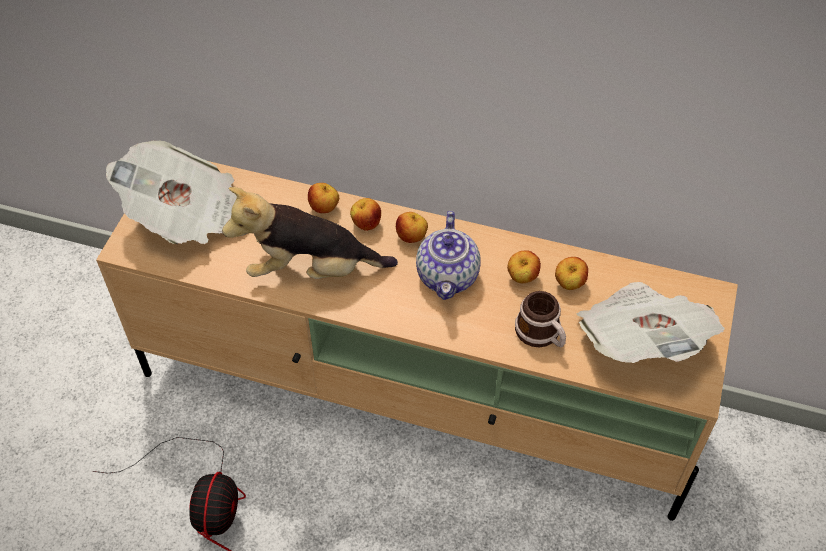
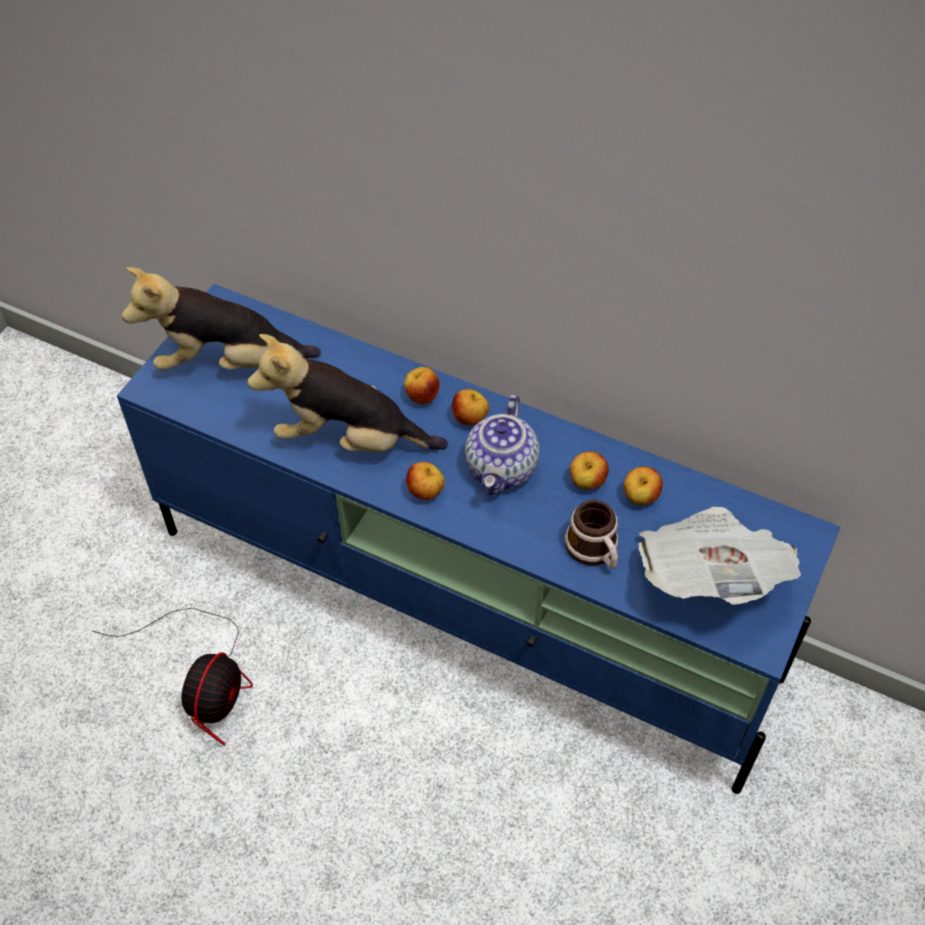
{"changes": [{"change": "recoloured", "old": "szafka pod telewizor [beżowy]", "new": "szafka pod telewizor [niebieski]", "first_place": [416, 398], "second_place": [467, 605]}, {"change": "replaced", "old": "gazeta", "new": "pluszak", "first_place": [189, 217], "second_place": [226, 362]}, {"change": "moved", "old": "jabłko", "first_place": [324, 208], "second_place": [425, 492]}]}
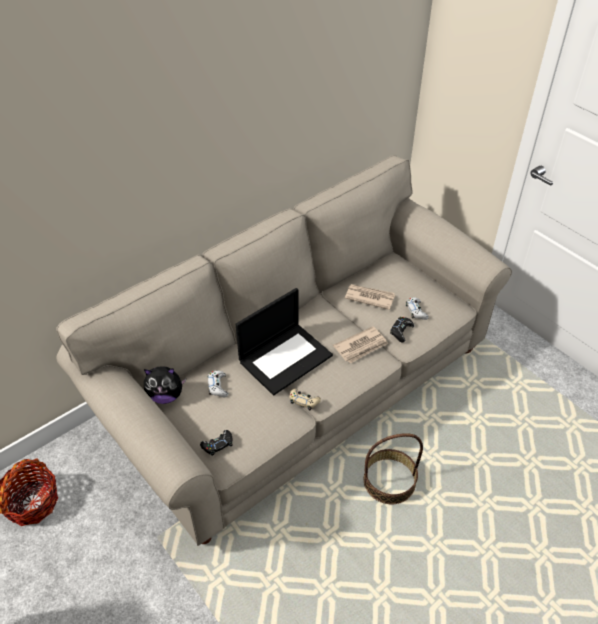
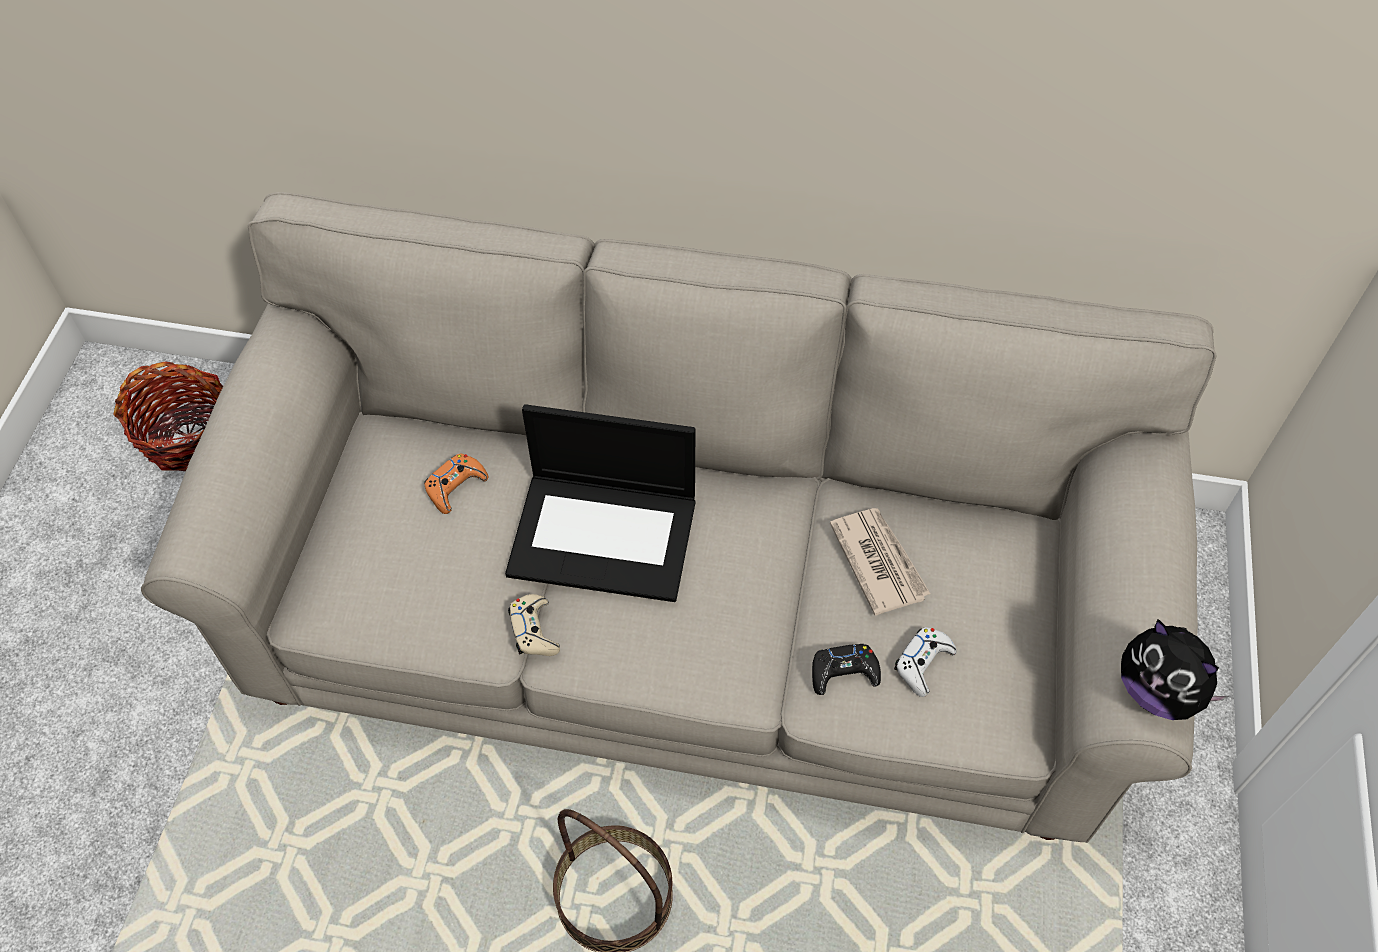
{"changes": [{"change": "moved", "old": "pluszak", "first_place": [166, 396], "second_place": [1157, 691]}, {"change": "removed", "old": "pad do gier [czarny]", "first_place": [217, 445]}, {"change": "recoloured", "old": "pad do gier [biały]", "new": "pad do gier [pomarańczowy]", "first_place": [218, 386], "second_place": [455, 487]}, {"change": "removed", "old": "gazeta", "first_place": [361, 346]}]}
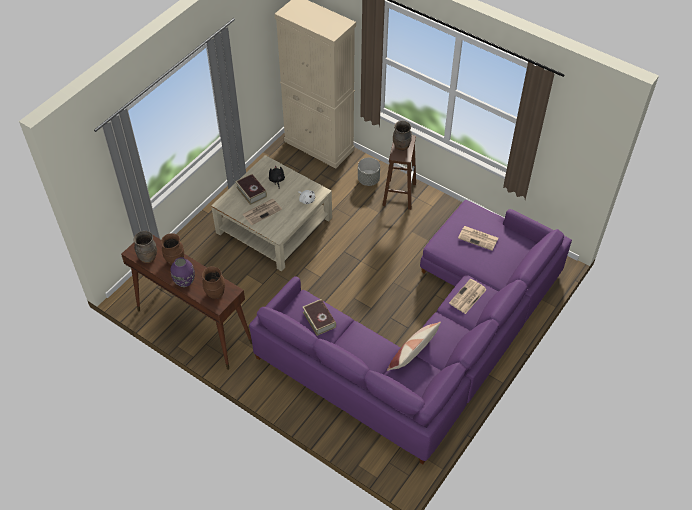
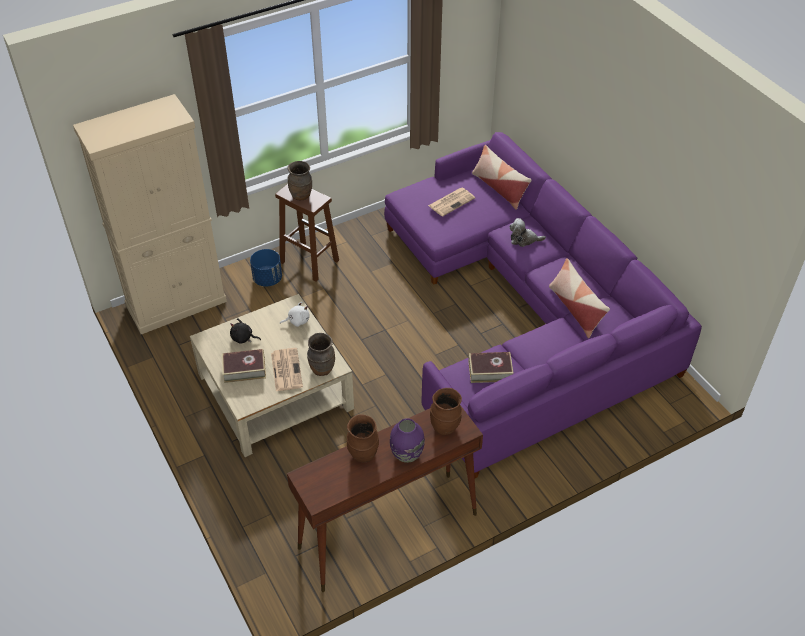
{"changes": [{"change": "moved", "old": "wazon [brązowy]", "first_place": [148, 257], "second_place": [322, 369]}, {"change": "recoloured", "old": "donica [szary]", "new": "donica [niebieski]", "first_place": [368, 179], "second_place": [267, 279]}, {"change": "replaced", "old": "gazeta", "new": "pluszak", "first_place": [467, 297], "second_place": [524, 239]}, {"change": "added", "new": "poduszka", "second_place": [499, 188]}]}
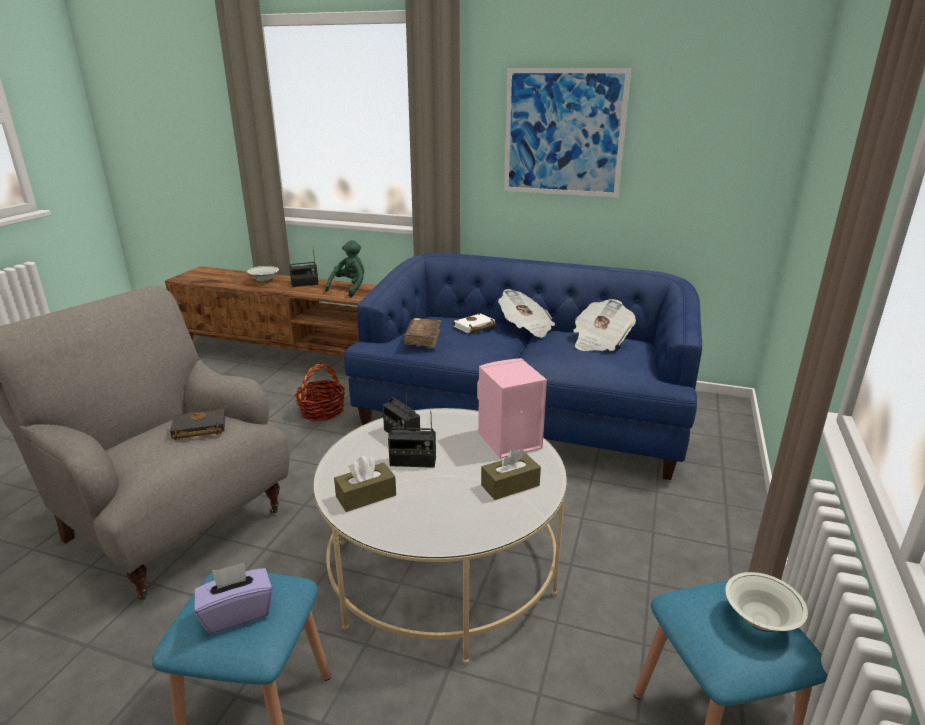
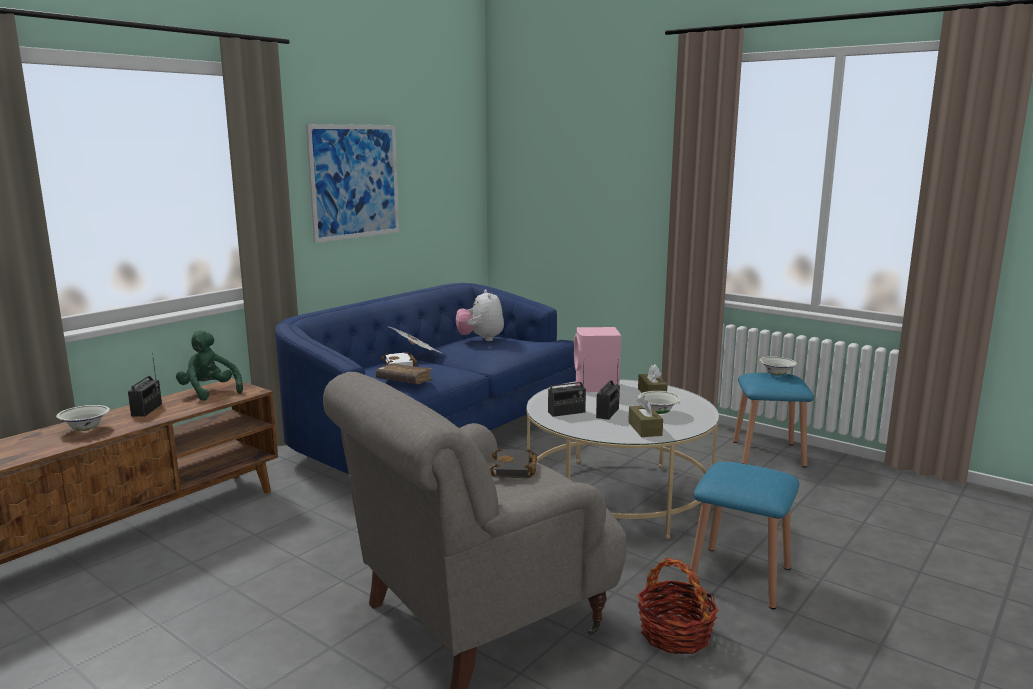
{"changes": [{"change": "removed", "old": "pudełko chusteczek [fioletowy]", "first_place": [237, 613]}, {"change": "moved", "old": "koszyk", "first_place": [322, 411], "second_place": [675, 634]}, {"change": "replaced", "old": "gazeta", "new": "pluszak", "first_place": [599, 342], "second_place": [480, 339]}, {"change": "added", "new": "miska [biały]", "second_place": [658, 413]}]}
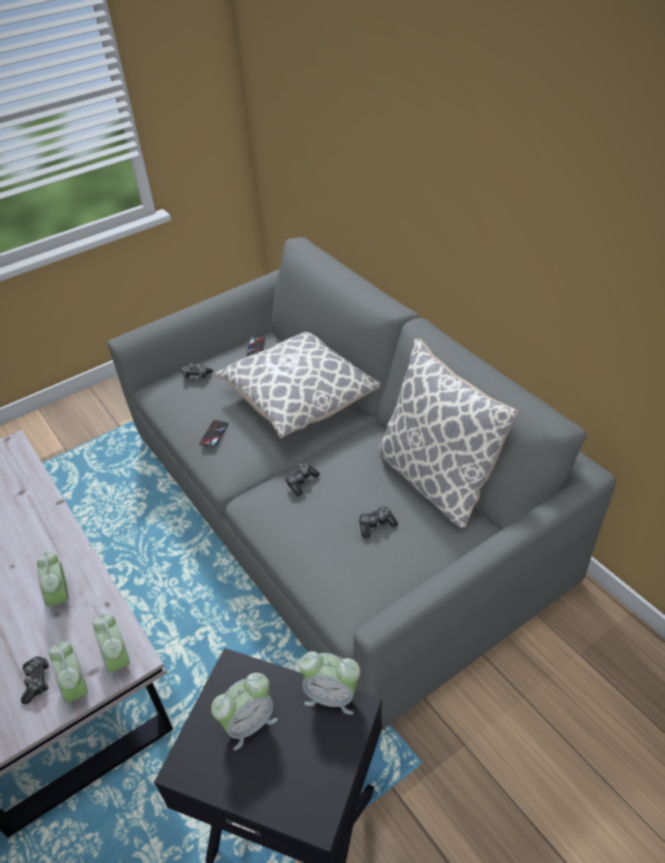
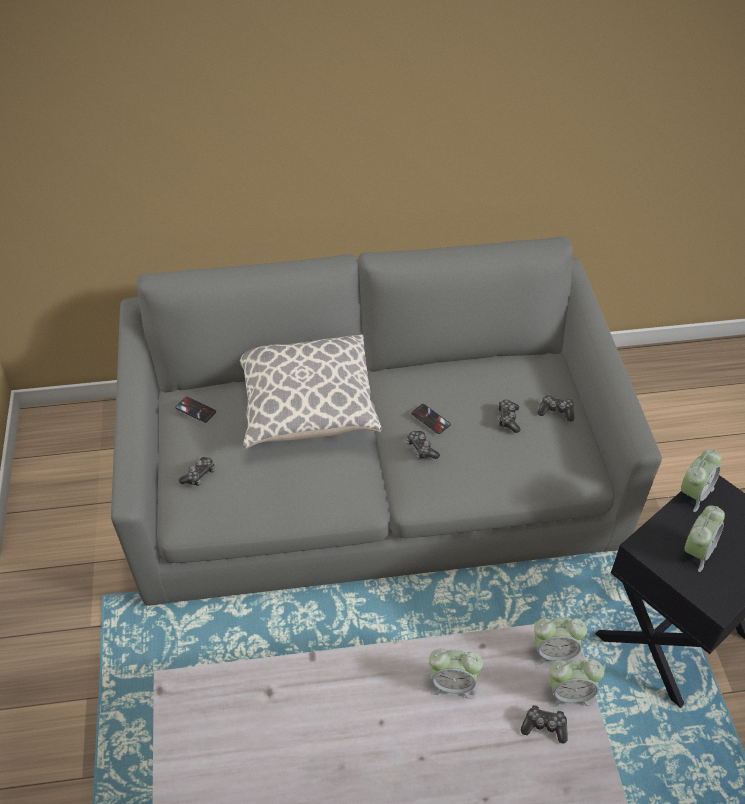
{"changes": [{"change": "moved", "old": "telefon", "first_place": [214, 434], "second_place": [430, 419]}, {"change": "turned", "old": "budzik", "first_place": [248, 723], "second_place": [697, 551], "degrees": 45}, {"change": "removed", "old": "poduszka", "first_place": [435, 478]}, {"change": "added", "new": "pad do gier", "second_place": [556, 411]}]}
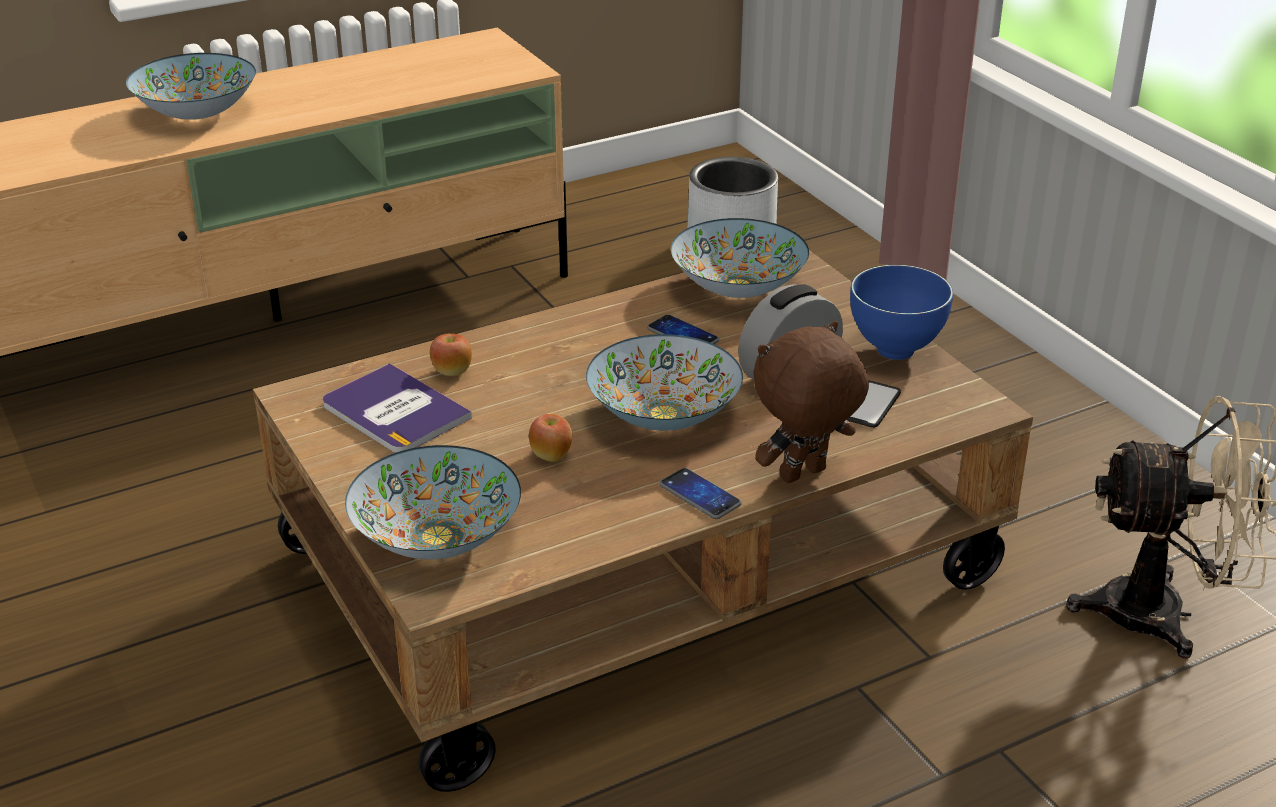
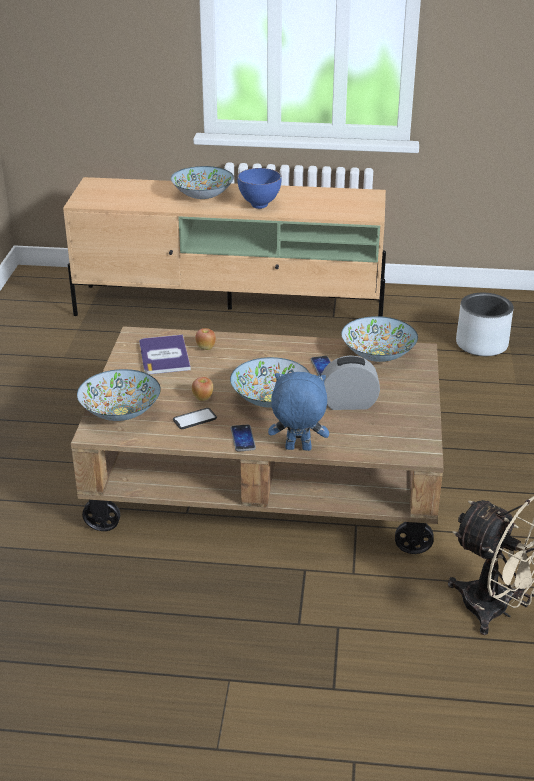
{"changes": [{"change": "recoloured", "old": "pluszak [brązowy]", "new": "pluszak [niebieski]", "first_place": [803, 476], "second_place": [297, 449]}, {"change": "moved", "old": "telefon", "first_place": [871, 405], "second_place": [194, 419]}, {"change": "moved", "old": "miska [niebieski]", "first_place": [892, 351], "second_place": [258, 205]}]}
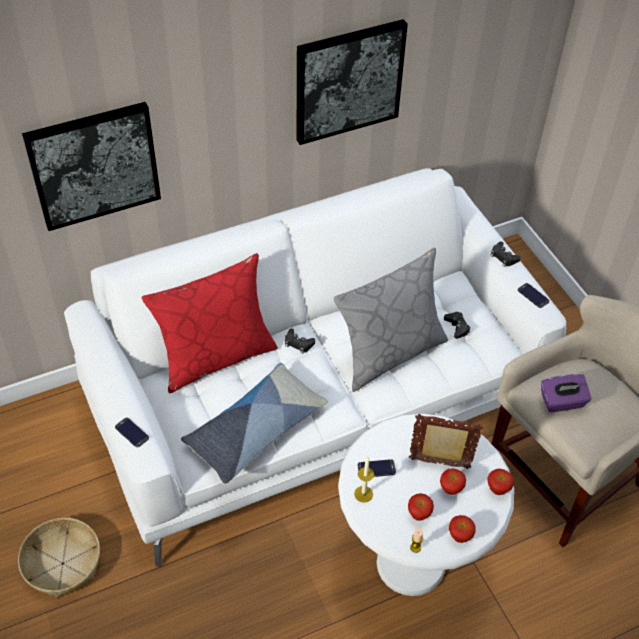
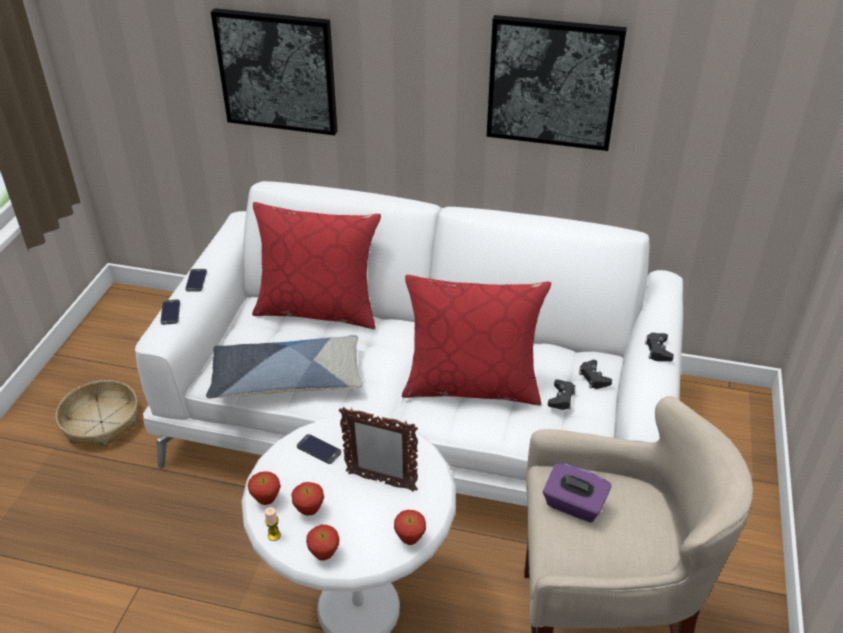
{"changes": [{"change": "moved", "old": "pad do gier [czarny]", "first_place": [298, 343], "second_place": [593, 378]}, {"change": "recoloured", "old": "poduszka [szary]", "new": "poduszka [czerwony]", "first_place": [389, 352], "second_place": [472, 385]}, {"change": "removed", "old": "świeca", "first_place": [363, 494]}, {"change": "turned", "old": "ramka na zdjęcie", "first_place": [440, 464], "second_place": [380, 481], "degrees": 150}, {"change": "moved", "old": "jabłko", "first_place": [450, 490], "second_place": [266, 500]}, {"change": "moved", "old": "telefon", "first_place": [533, 295], "second_place": [196, 280]}]}
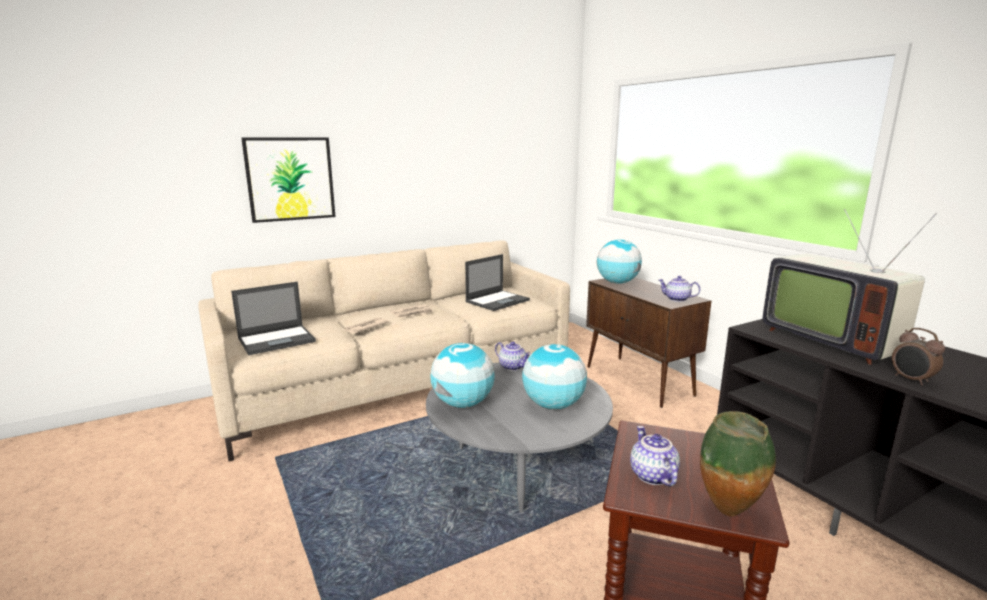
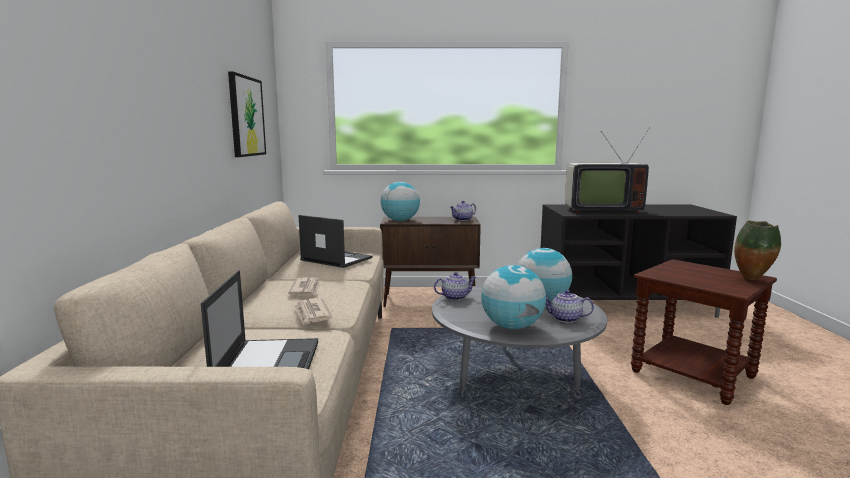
{"changes": [{"change": "moved", "old": "obraz", "first_place": [290, 179], "second_place": [246, 116]}, {"change": "turned", "old": "laptop", "first_place": [498, 301], "second_place": [335, 259], "degrees": -45}, {"change": "moved", "old": "imbryk", "first_place": [651, 475], "second_place": [565, 319]}, {"change": "removed", "old": "budzik", "first_place": [911, 380]}]}
